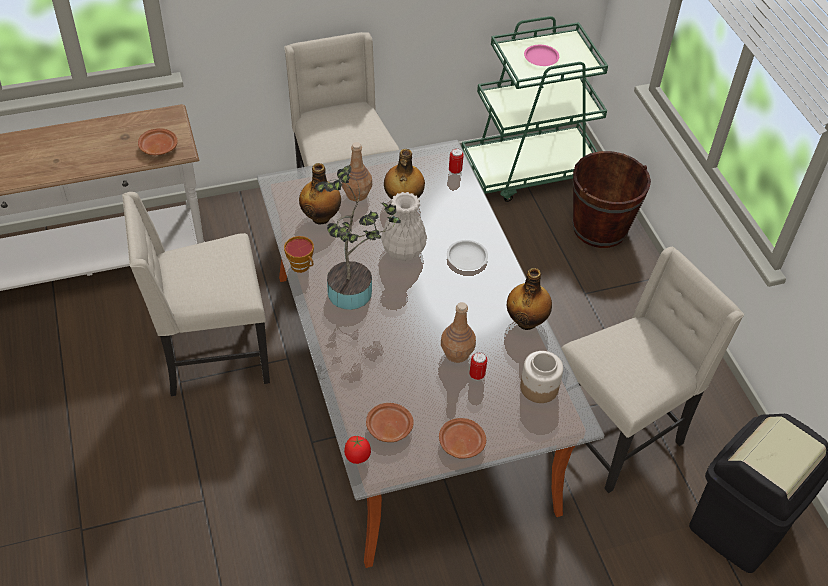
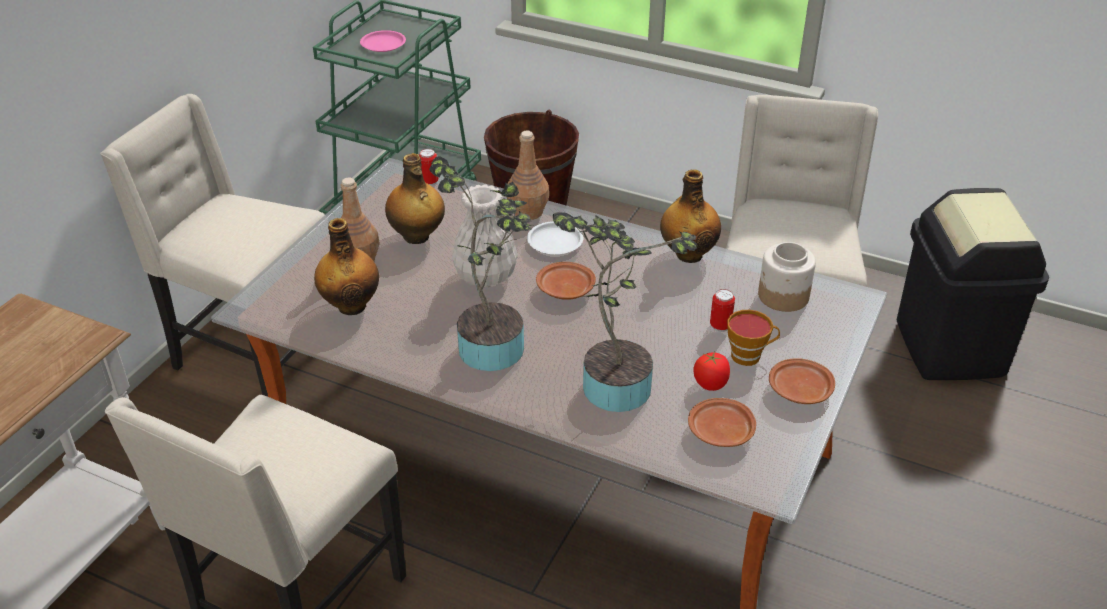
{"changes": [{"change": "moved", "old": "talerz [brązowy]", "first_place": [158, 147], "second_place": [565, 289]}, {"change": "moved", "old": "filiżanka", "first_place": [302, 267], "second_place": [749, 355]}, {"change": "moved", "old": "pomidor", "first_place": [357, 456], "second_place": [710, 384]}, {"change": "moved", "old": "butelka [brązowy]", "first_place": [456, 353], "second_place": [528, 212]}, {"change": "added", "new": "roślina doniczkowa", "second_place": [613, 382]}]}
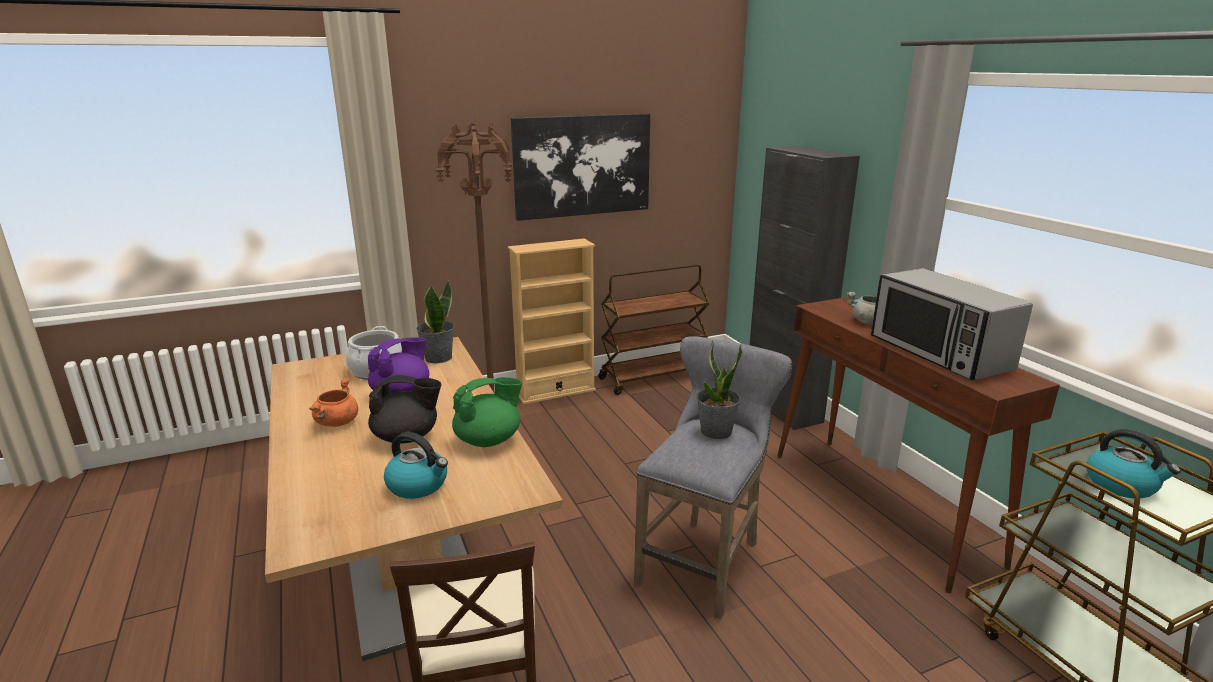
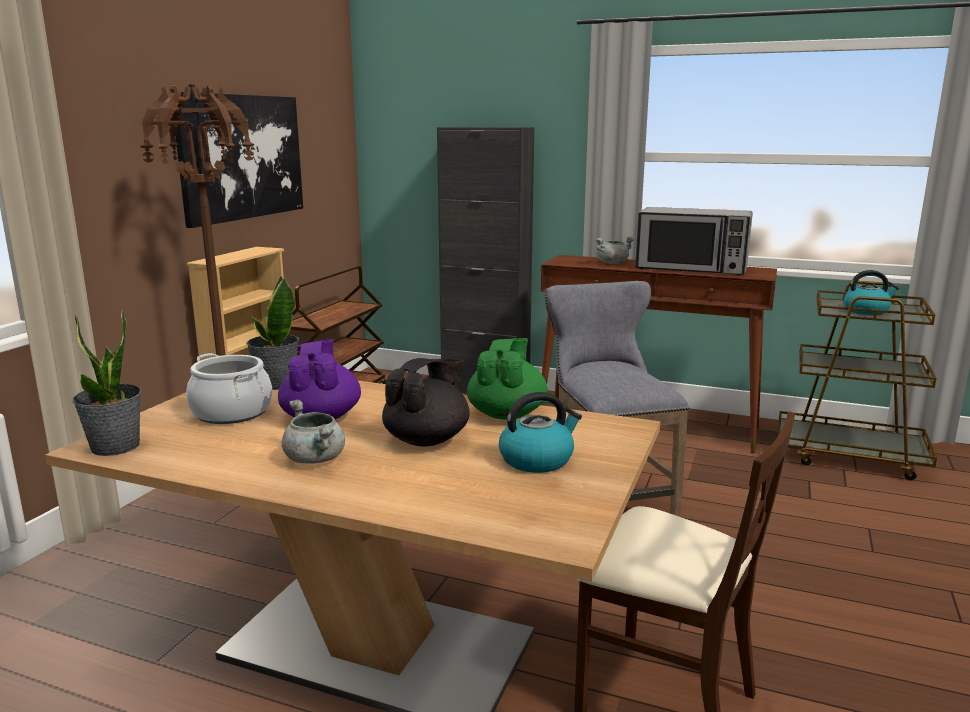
{"changes": [{"change": "recoloured", "old": "garnek [pomarańczowy]", "new": "garnek [szary]", "first_place": [337, 423], "second_place": [316, 459]}, {"change": "moved", "old": "roślina doniczkowa", "first_place": [716, 431], "second_place": [115, 447]}]}
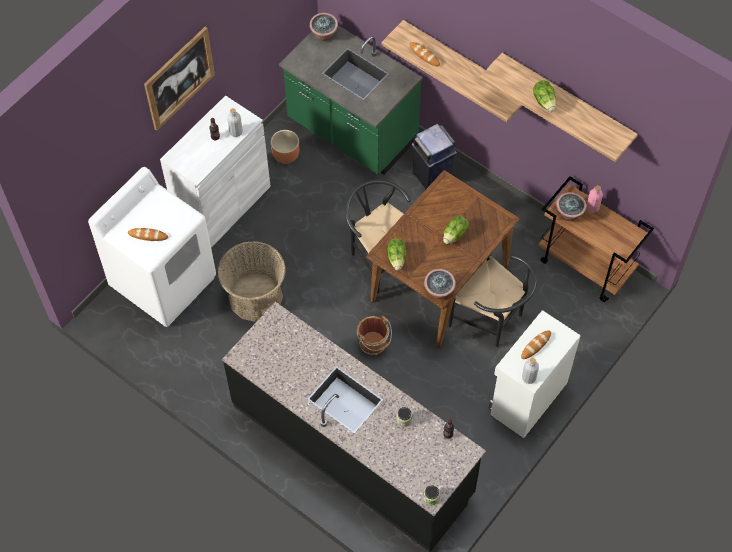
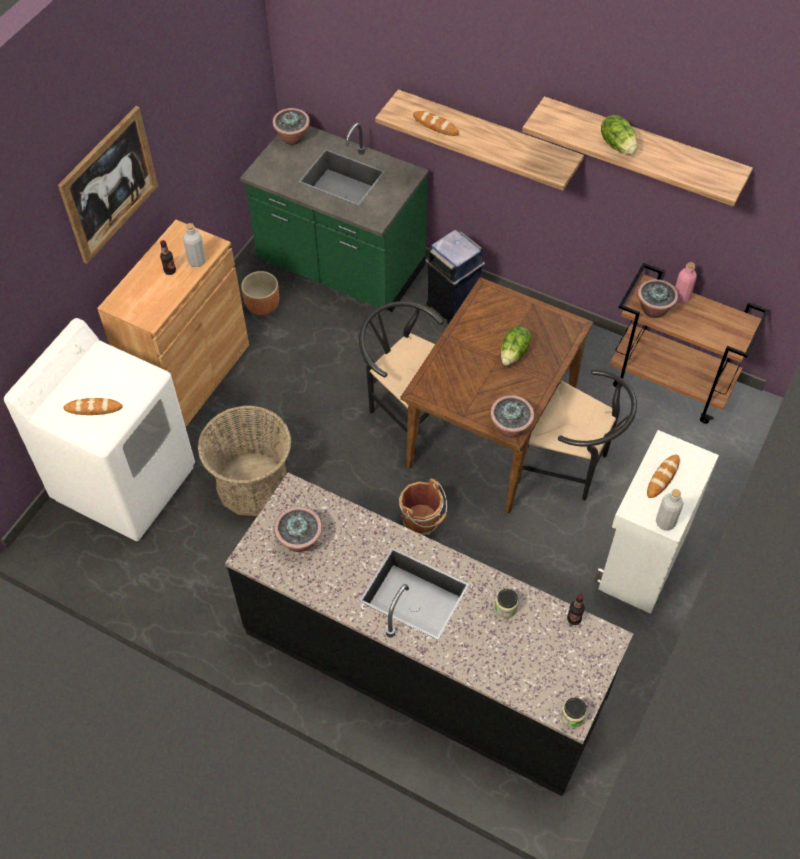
{"changes": [{"change": "recoloured", "old": "szafka [biały]", "new": "szafka [brązowy]", "first_place": [223, 205], "second_place": [191, 376]}, {"change": "removed", "old": "sałata", "first_place": [397, 258]}, {"change": "added", "new": "roślina doniczkowa", "second_place": [300, 541]}]}
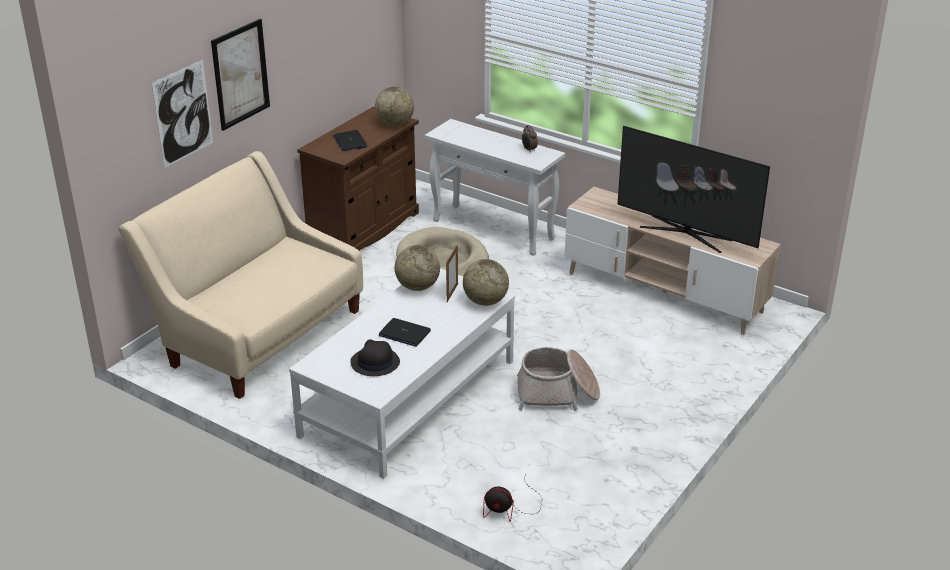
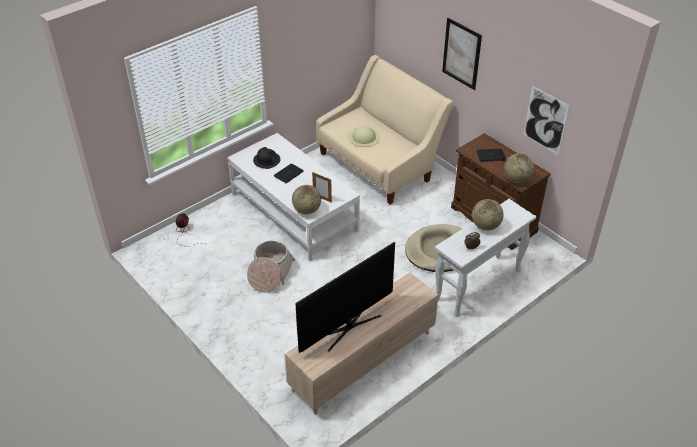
{"changes": [{"change": "moved", "old": "obraz", "first_place": [183, 113], "second_place": [545, 120]}, {"change": "moved", "old": "globus", "first_place": [417, 287], "second_place": [485, 226]}, {"change": "added", "new": "kapelusz [beżowy]", "second_place": [364, 137]}]}
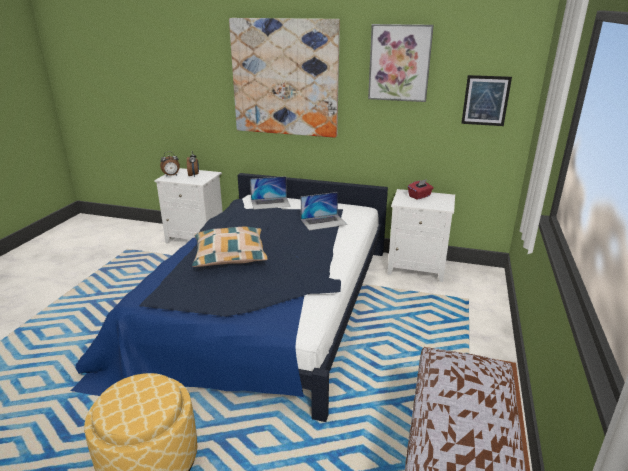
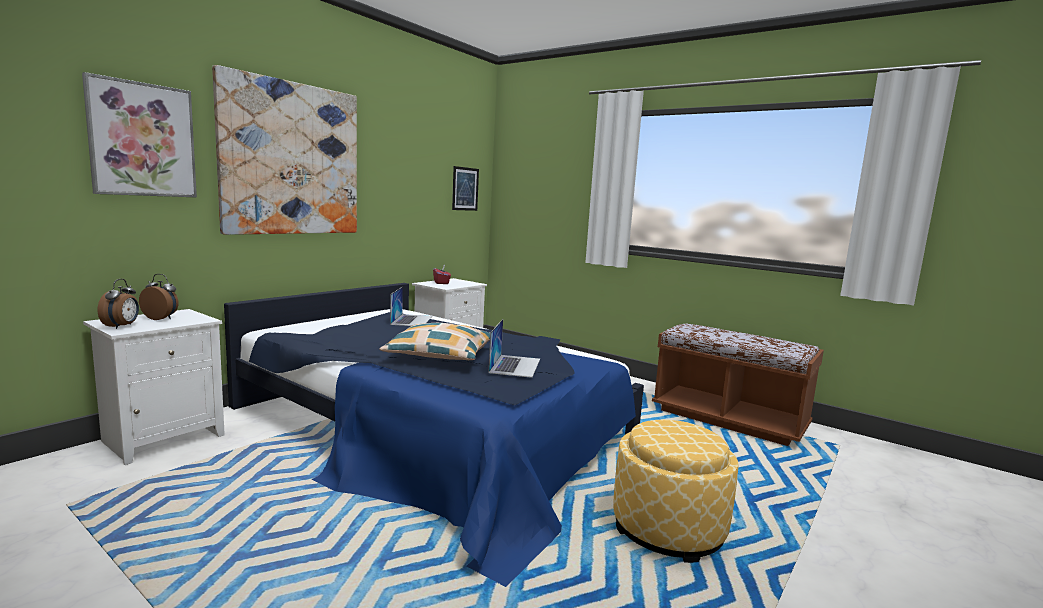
{"changes": [{"change": "moved", "old": "laptop", "first_place": [270, 203], "second_place": [515, 365]}, {"change": "moved", "old": "obraz", "first_place": [399, 63], "second_place": [142, 140]}]}
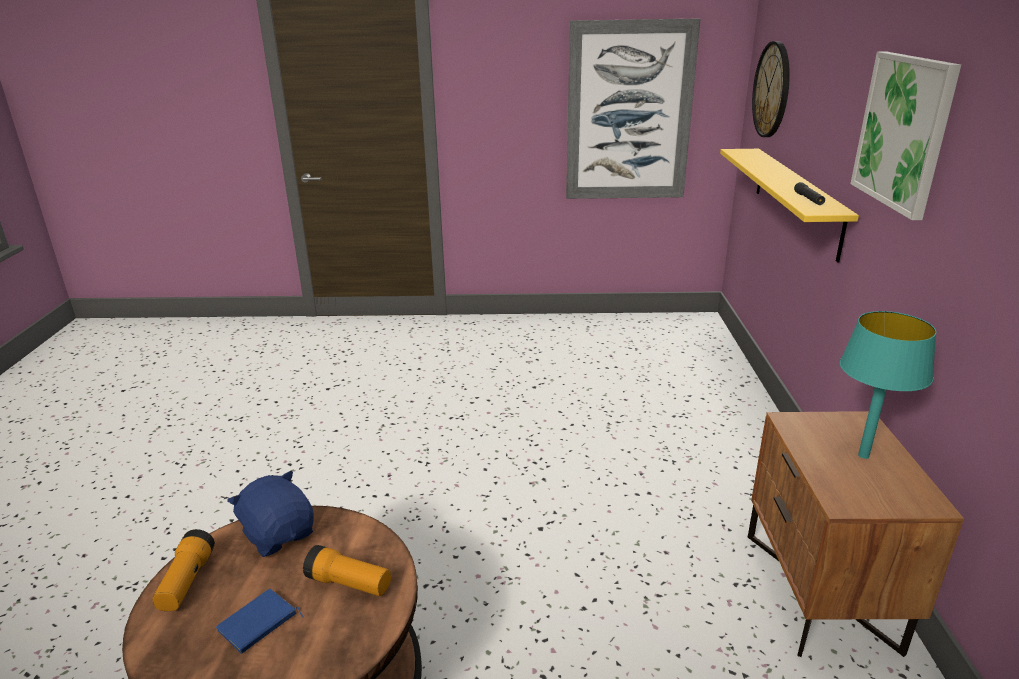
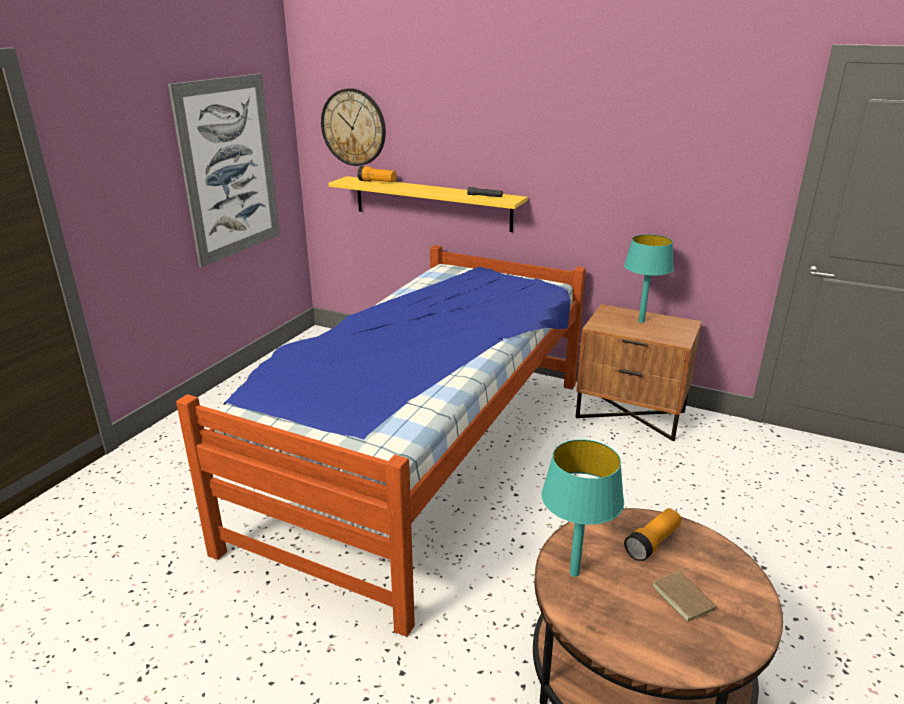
{"changes": [{"change": "moved", "old": "latarka", "first_place": [187, 582], "second_place": [377, 182]}, {"change": "recoloured", "old": "książka [niebieski]", "new": "książka [brązowy]", "first_place": [258, 625], "second_place": [685, 598]}, {"change": "replaced", "old": "pluszak [niebieski]", "new": "lampa stołowa [turkusowy]", "first_place": [279, 534], "second_place": [574, 573]}, {"change": "removed", "old": "obraz", "first_place": [903, 132]}, {"change": "added", "new": "łóżko", "second_place": [423, 454]}]}
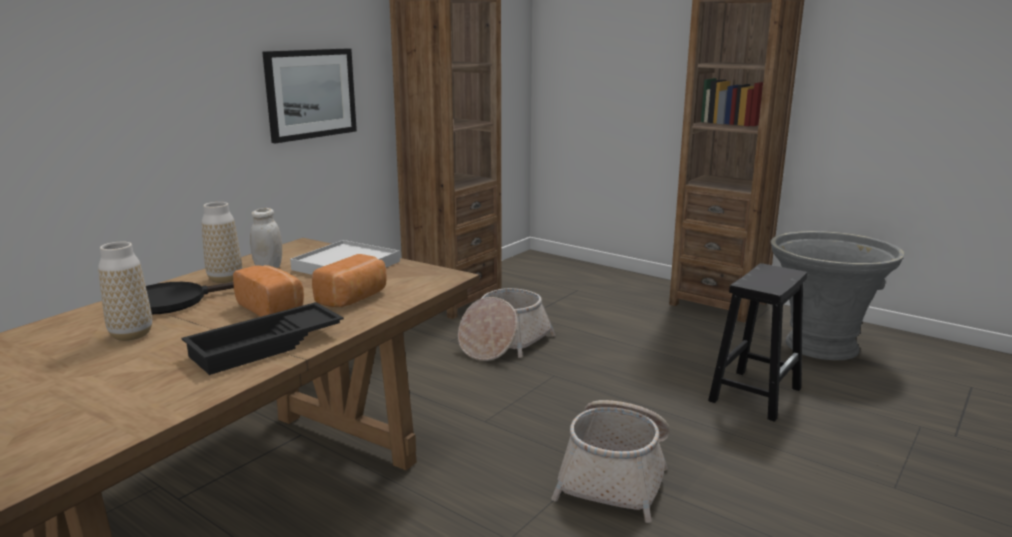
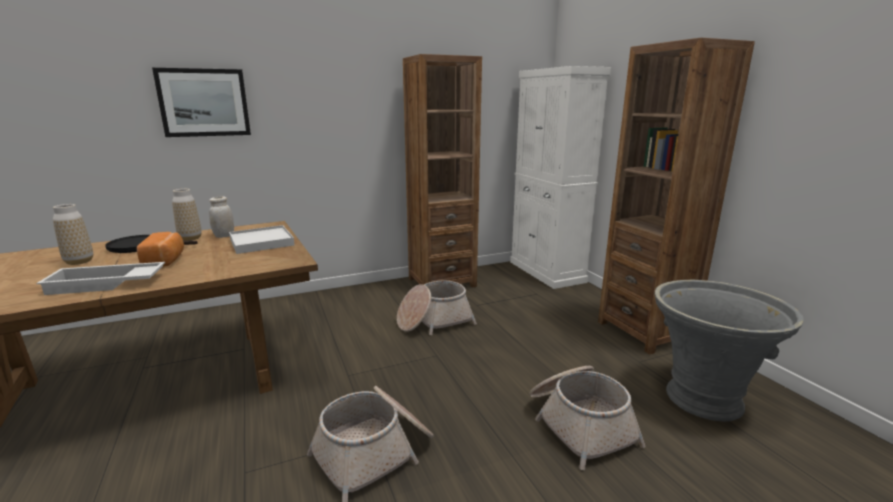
{"changes": [{"change": "recoloured", "old": "taca [czarny]", "new": "taca [biały]", "first_place": [266, 346], "second_place": [105, 284]}, {"change": "moved", "old": "obraz", "first_place": [310, 94], "second_place": [204, 103]}, {"change": "removed", "old": "chleb", "first_place": [354, 298]}, {"change": "replaced", "old": "stołek [czarny]", "new": "koszyk", "first_place": [755, 394], "second_place": [579, 424]}, {"change": "added", "new": "szafka [biały]", "second_place": [546, 272]}]}
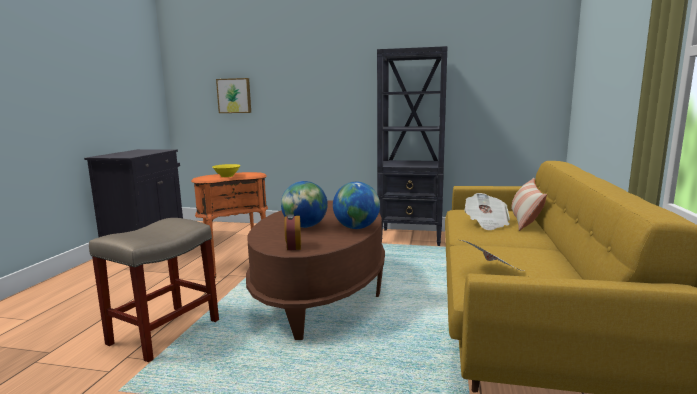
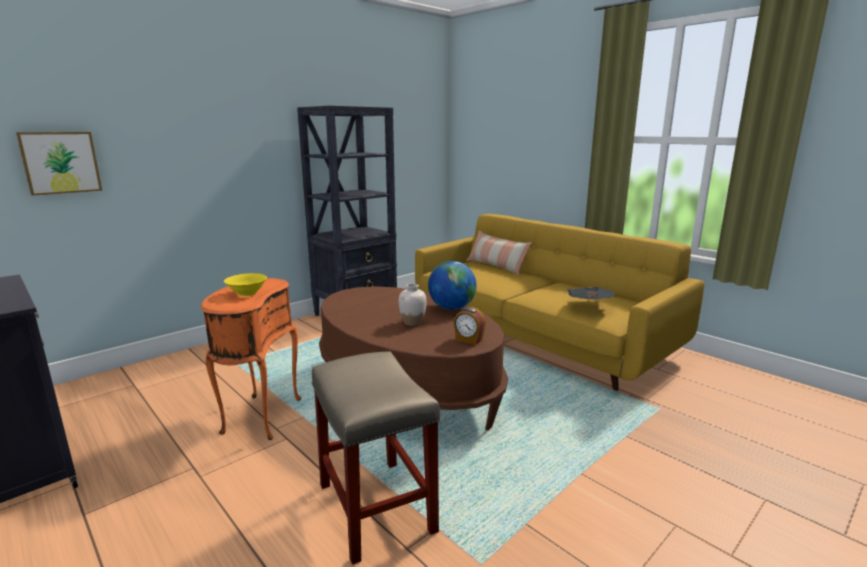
{"changes": [{"change": "replaced", "old": "globus", "new": "wazon [biały]", "first_place": [305, 226], "second_place": [412, 323]}, {"change": "removed", "old": "gazeta", "first_place": [486, 223]}]}
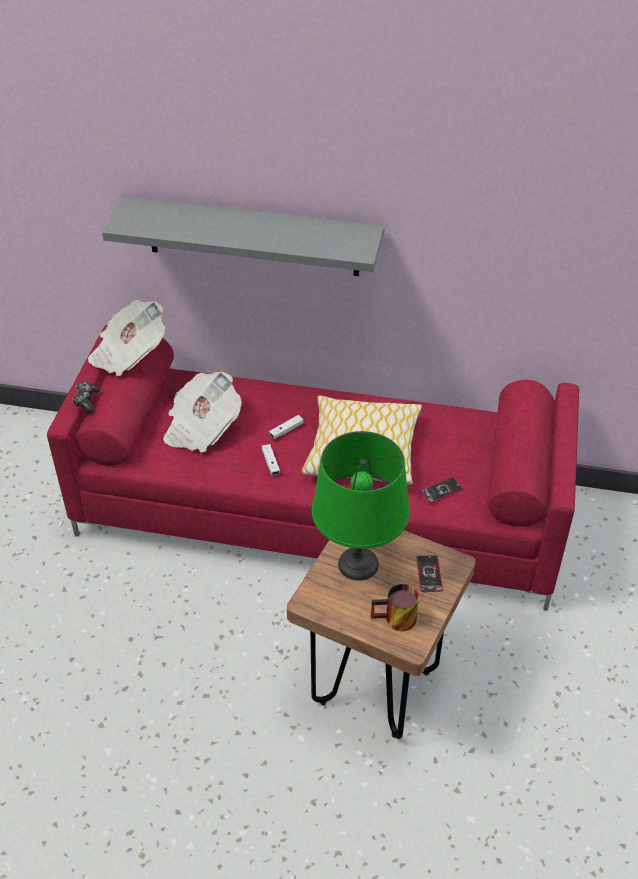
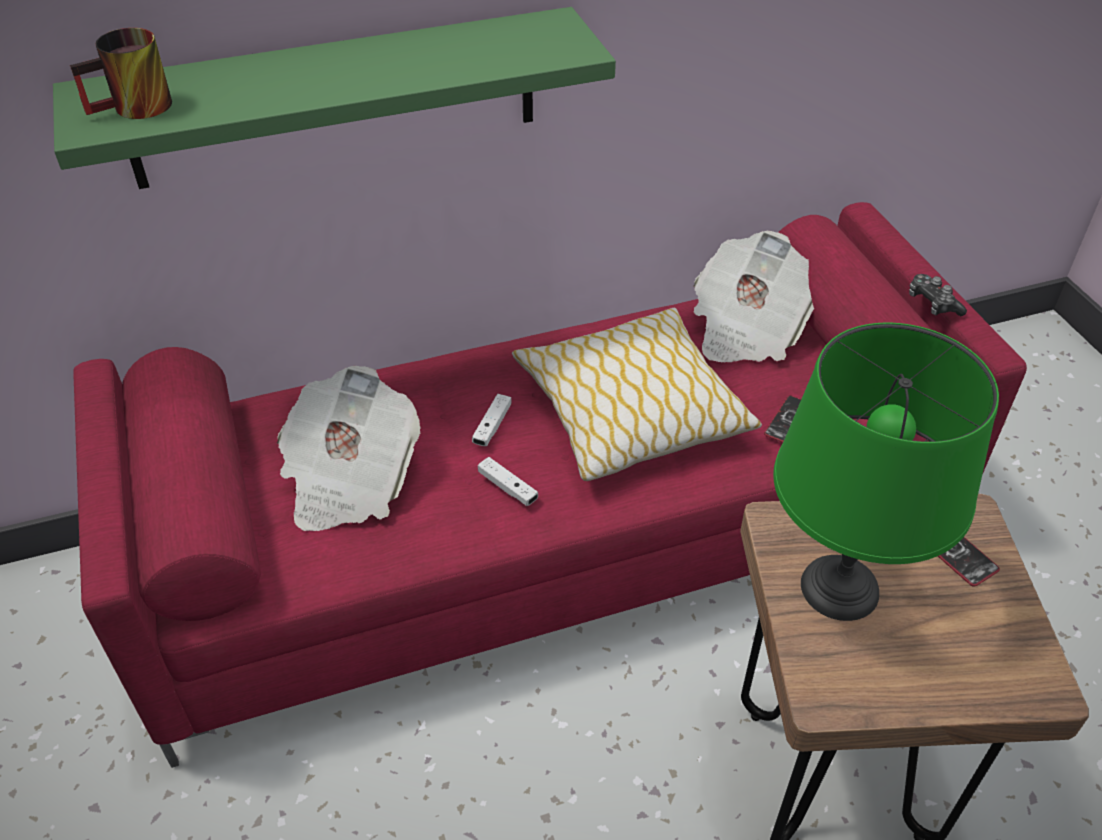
{"changes": [{"change": "moved", "old": "pad do gier", "first_place": [86, 400], "second_place": [932, 303]}, {"change": "moved", "old": "gazeta", "first_place": [128, 354], "second_place": [747, 327]}, {"change": "recoloured", "old": "półka [szary]", "new": "półka [zielony]", "first_place": [253, 237], "second_place": [335, 99]}, {"change": "moved", "old": "kubek", "first_place": [395, 621], "second_place": [135, 110]}]}
